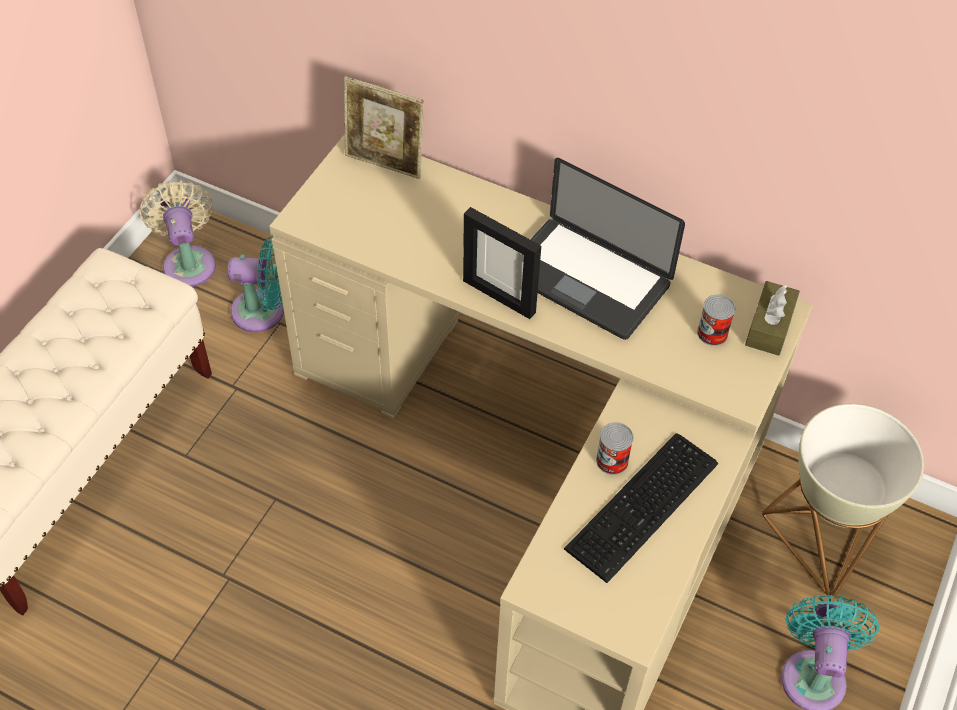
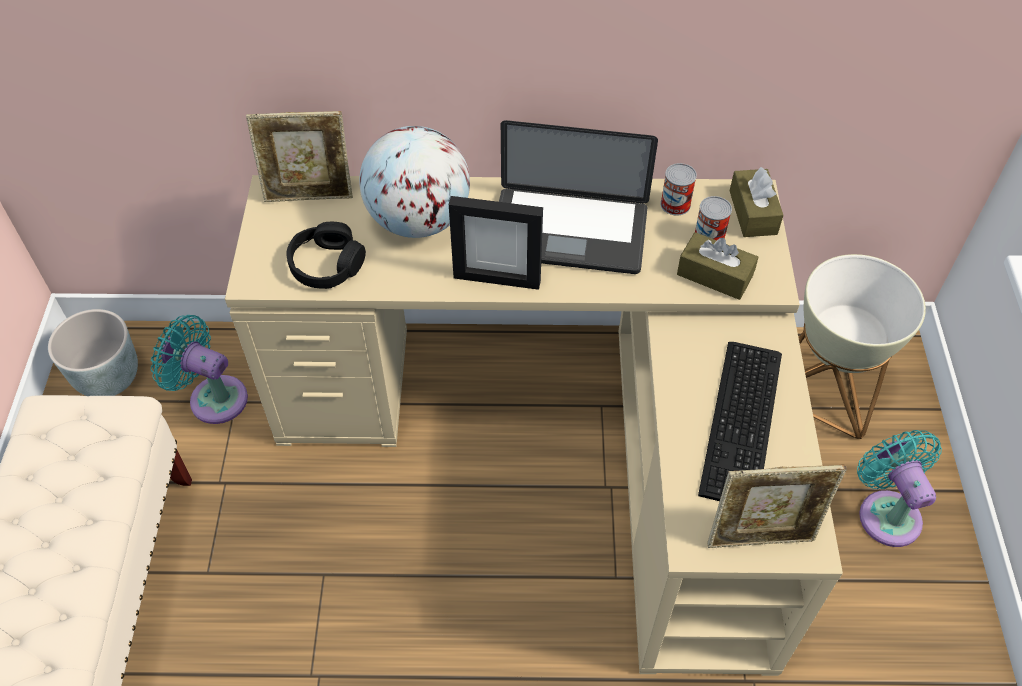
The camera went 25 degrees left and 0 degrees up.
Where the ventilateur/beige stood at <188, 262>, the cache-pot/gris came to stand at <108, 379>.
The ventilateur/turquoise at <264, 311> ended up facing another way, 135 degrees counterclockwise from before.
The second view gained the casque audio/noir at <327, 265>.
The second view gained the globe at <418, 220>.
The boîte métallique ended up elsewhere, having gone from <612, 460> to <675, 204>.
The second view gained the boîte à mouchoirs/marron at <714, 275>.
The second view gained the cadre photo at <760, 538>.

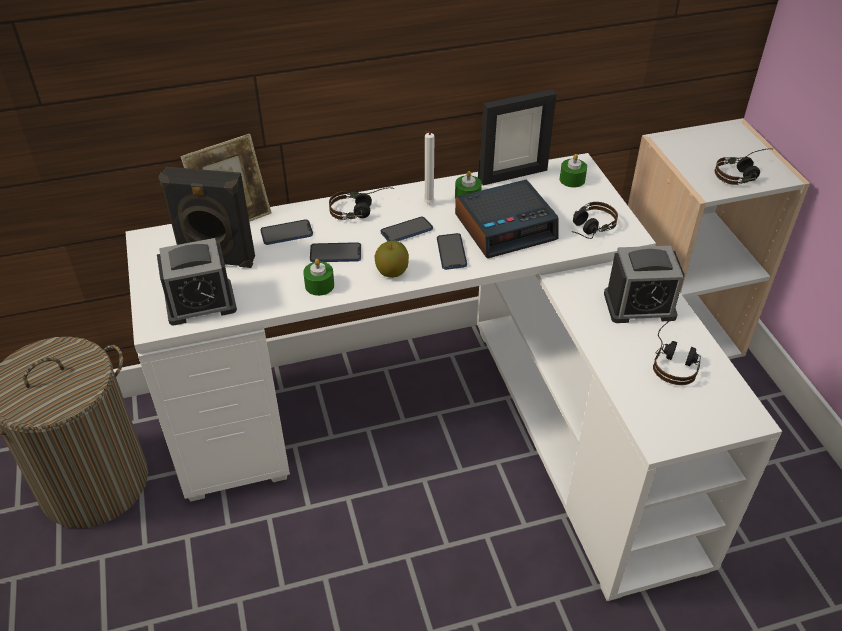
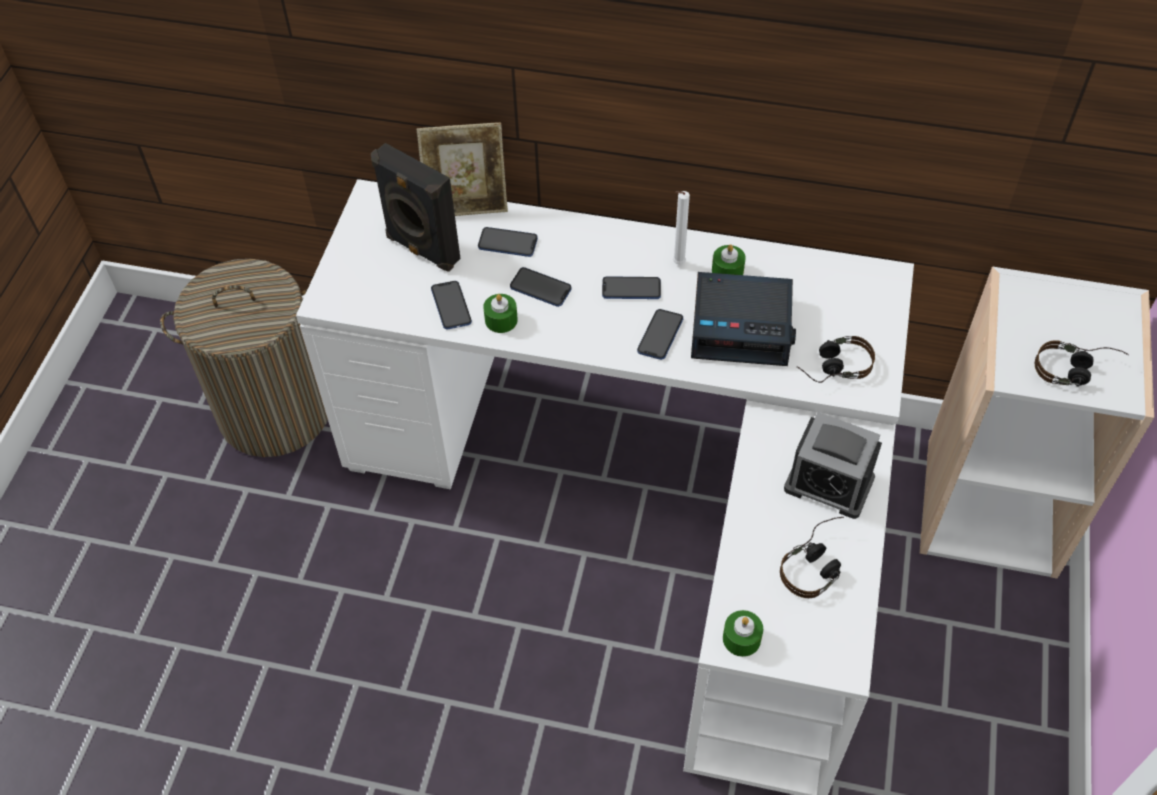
The camera went 30 degrees right and 10 degrees up.
The second view gained the téléphone at <451, 306>.
The bougie/vert ended up elsewhere, having gone from <572, 180> to <741, 638>.
The second view lost the réveil at <200, 303>.
The second view lost the casque audio at <362, 210>.
The second view lost the pomme at <392, 272>.
The second view lost the cadre photo at <512, 174>.

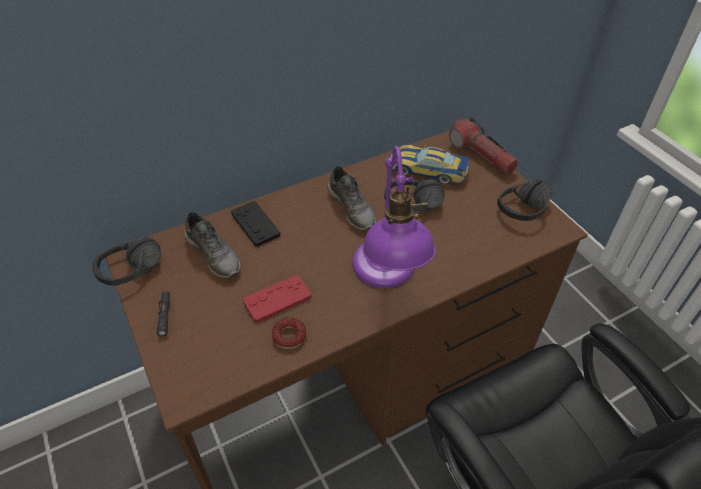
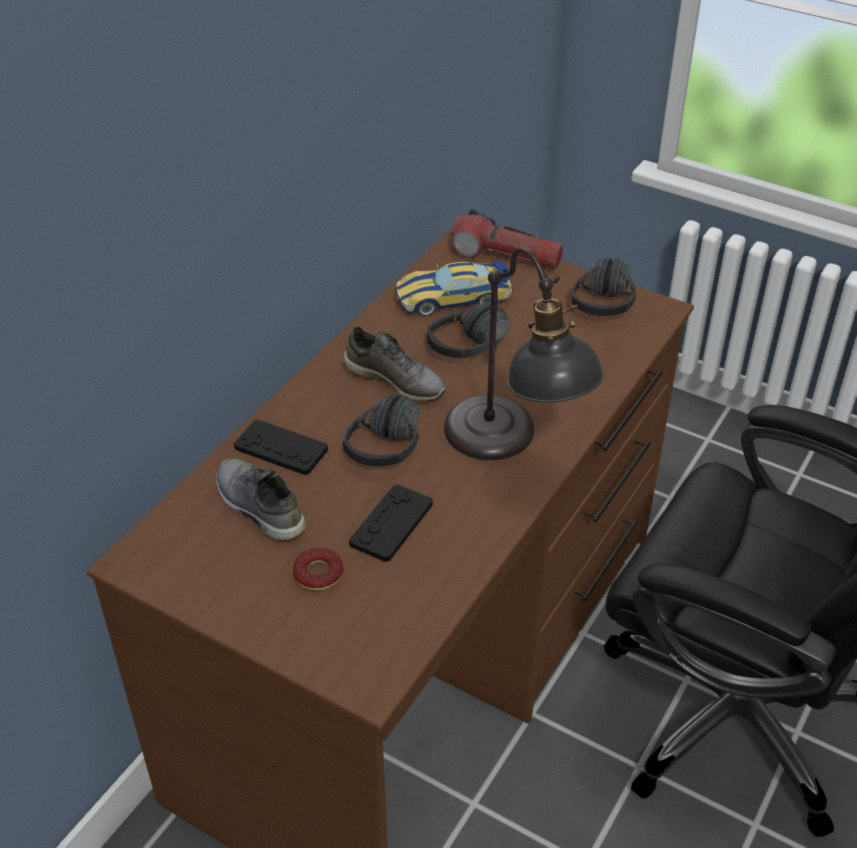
The camera went 30 degrees left and 5 degrees down.
The chaussure/gris at <214, 254> ended up facing another way, 150 degrees counterclockwise from before.
The beignet ended up elsewhere, having gone from <289, 336> to <318, 574>.
The casque audio/noir ended up elsewhere, having gone from <135, 276> to <399, 450>.
What was the manette/rouge at <277, 299> turned into the manette/noir at <391, 524>.
What was the lampe de table/violet at <388, 285> turned into the lampe de table/gris at <515, 451>.
The second view lost the lampe de poche/noir at <164, 315>.

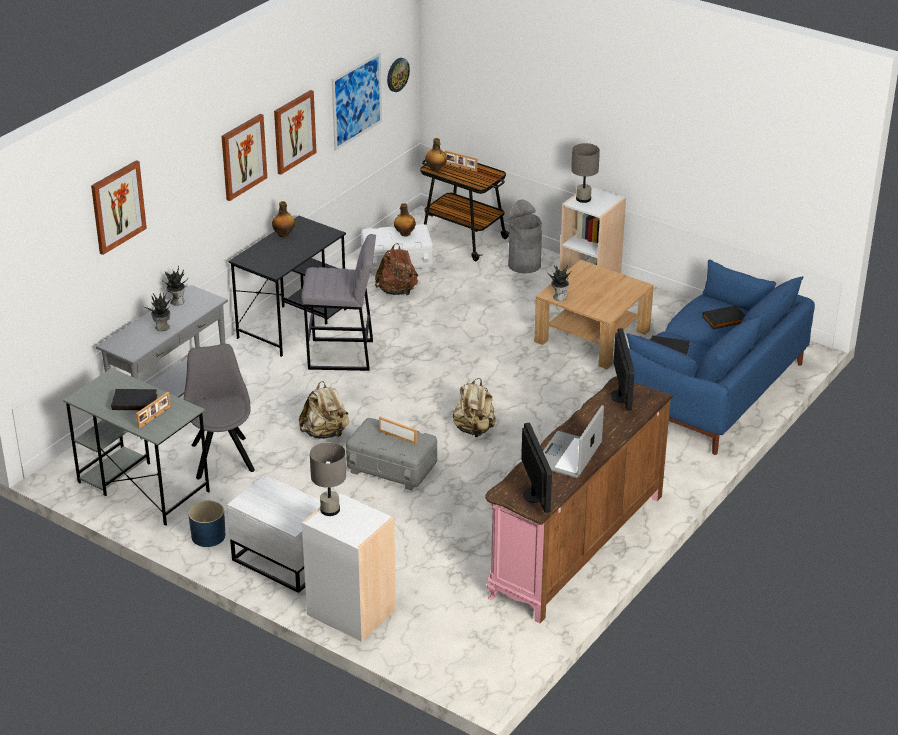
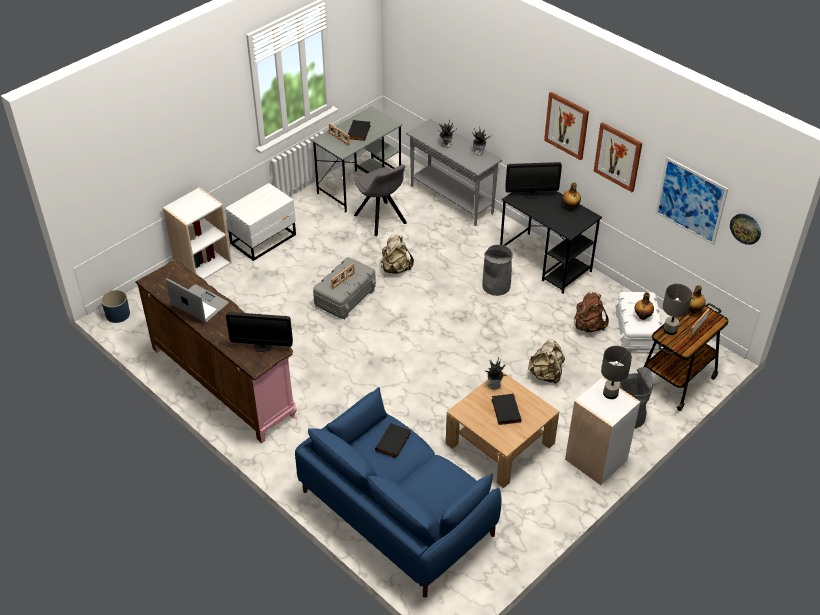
The camera went 100 degrees right and 10 degrees up.
The cache-pot/bleu ended up elsewhere, having gone from <208, 536> to <117, 314>.
The chaise/gris at <222, 457> ended up facing another way, 60 degrees clockwise from before.
Where the tabouret/gris stood at <342, 355>, the poubelle/gris came to stand at <496, 286>.
The livre/noir ended up elsewhere, having gone from <724, 320> to <505, 410>.
The écran d'ordinateur ended up elsewhere, having gone from <533, 495> to <531, 194>.
The sac à dos/beige ended up elsewhere, having gone from <474, 429> to <546, 374>.
The lampe de table/gris ended up elsewhere, having gone from <330, 509> to <670, 329>.
The second view lost the tableau at <117, 206>.

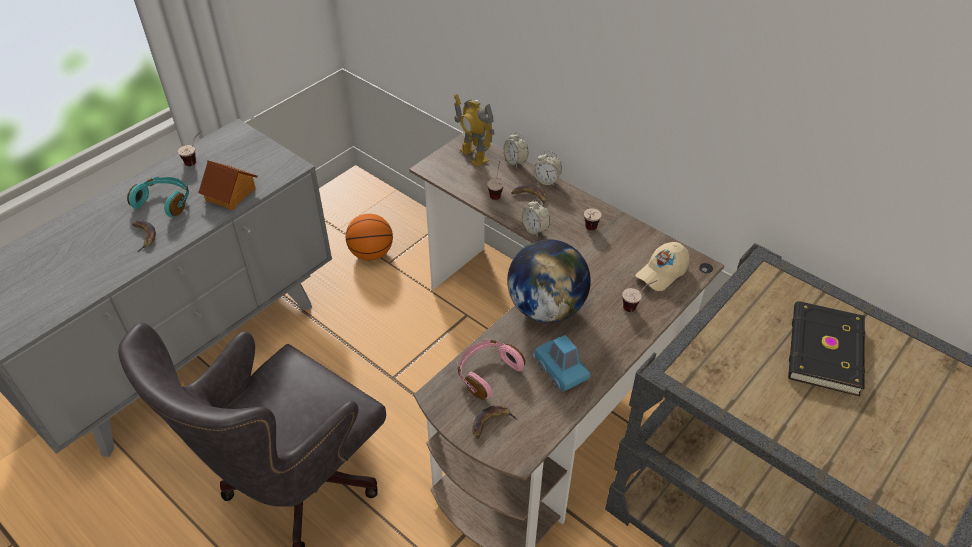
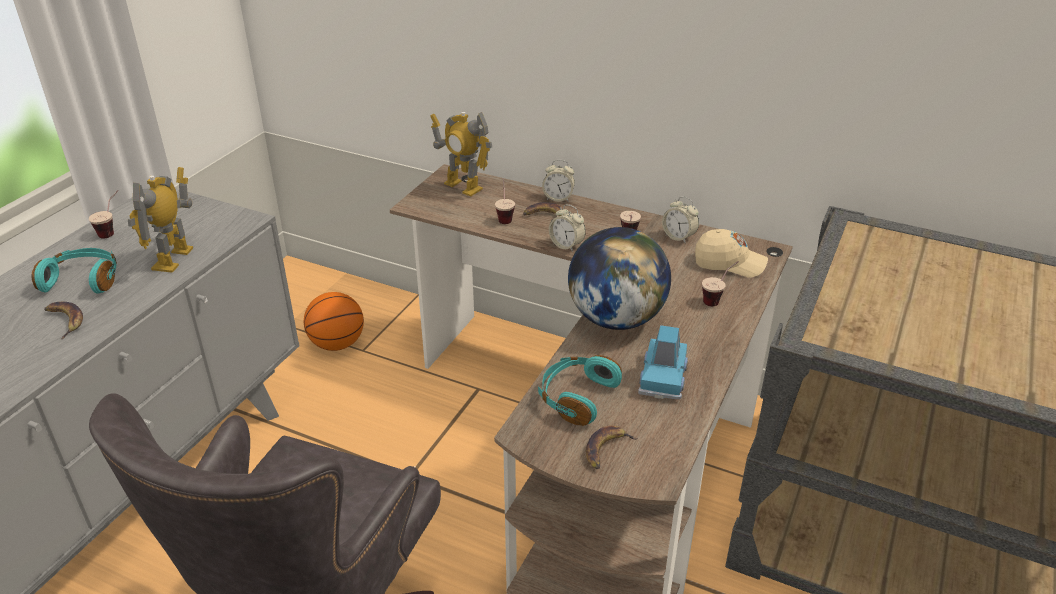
The camera went 15 degrees left and 10 degrees down.
Where the maison miniature stood at <231, 194>, the robot jouet came to stand at <174, 259>.
What was the casque audio/rose at <487, 373> turned into the casque audio/turquoise at <576, 397>.
The petite voiture/bleu at <560, 369> ended up facing another way, 120 degrees counterclockwise from before.
The réveil ended up elsewhere, having gone from <515, 161> to <678, 237>.
The casquette/beige at <662, 273> ended up facing another way, 105 degrees counterclockwise from before.
The second view lost the livre/noir at <822, 350>.

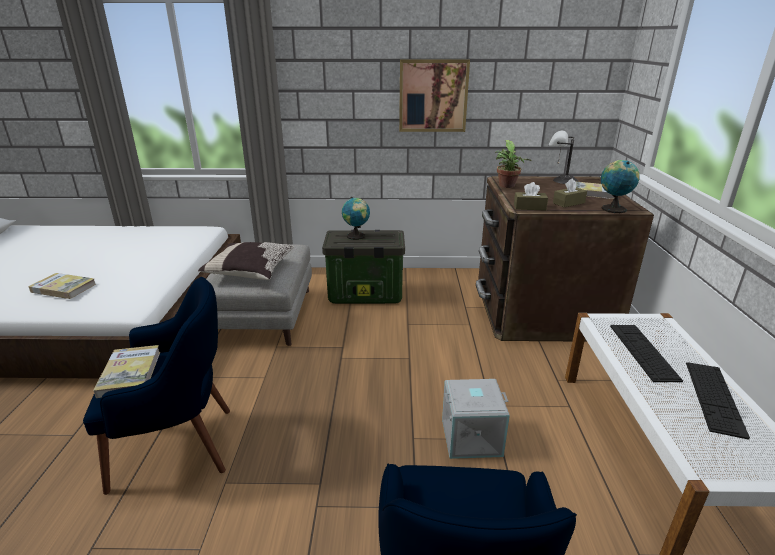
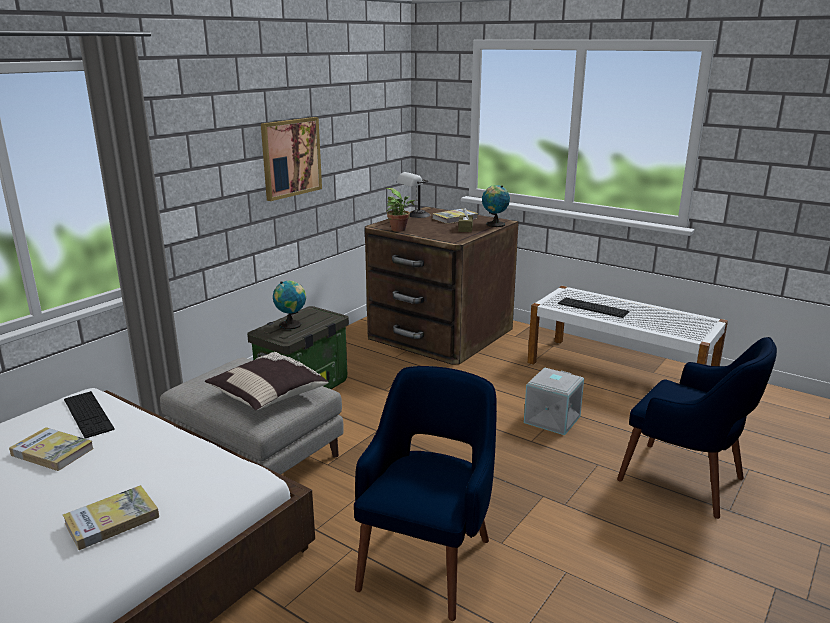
The camera went 55 degrees left and 5 degrees down.
The livre ended up elsewhere, having gone from <130, 373> to <52, 452>.
The clavier ended up elsewhere, having gone from <714, 397> to <88, 414>.
The second view lost the boîte à mouchoirs/marron at <529, 207>.

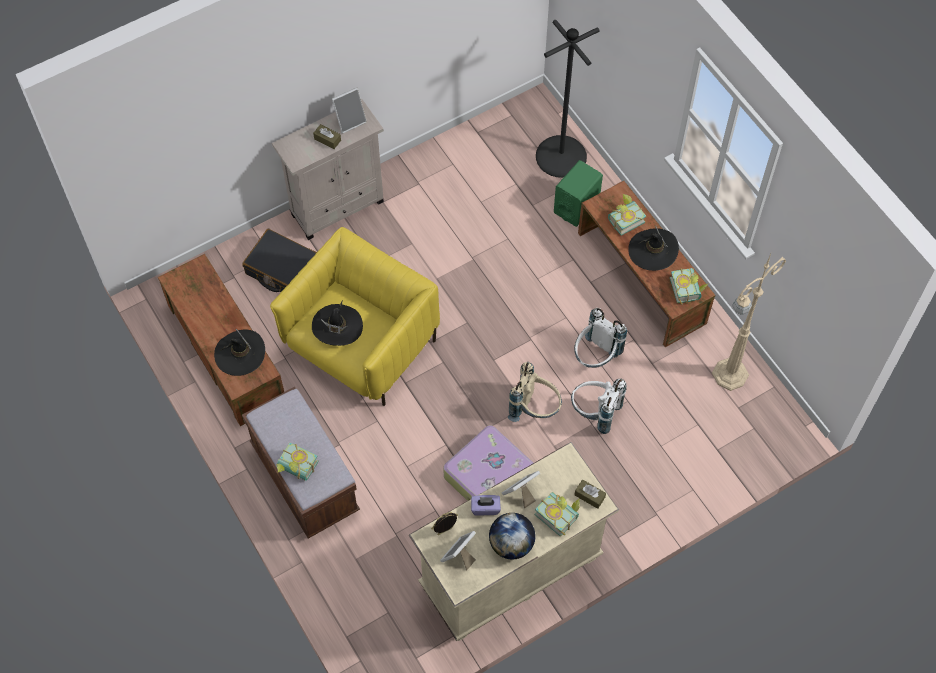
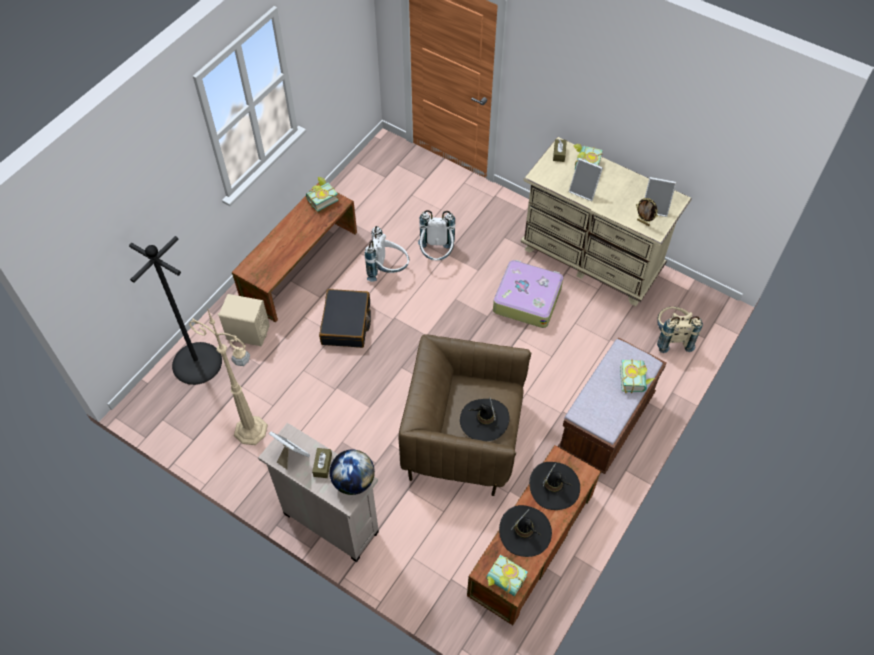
The camera went 115 degrees left and 5 degrees down.
The lampadaire/beige ended up elsewhere, having gone from <728, 375> to <252, 431>.
What was the enceinte/vert at <576, 206> turned into the enceinte/beige at <248, 332>.
The valise/noir ended up elsewhere, having gone from <283, 270> to <346, 324>.
The globe ended up elsewhere, having gone from <511, 544> to <353, 481>.
What was the fauteuil/jaune at <361, 344> turned into the fauteuil/marron at <463, 437>.
The livre ended up elsewhere, having gone from <624, 219> to <504, 582>.
The chapeau/noir ended up elsewhere, having gone from <653, 250> to <525, 532>.
The sac à dos/beige ended up elsewhere, having gone from <534, 409> to <671, 337>.
The second view lost the boîte à mouchoirs/violet at <485, 508>.

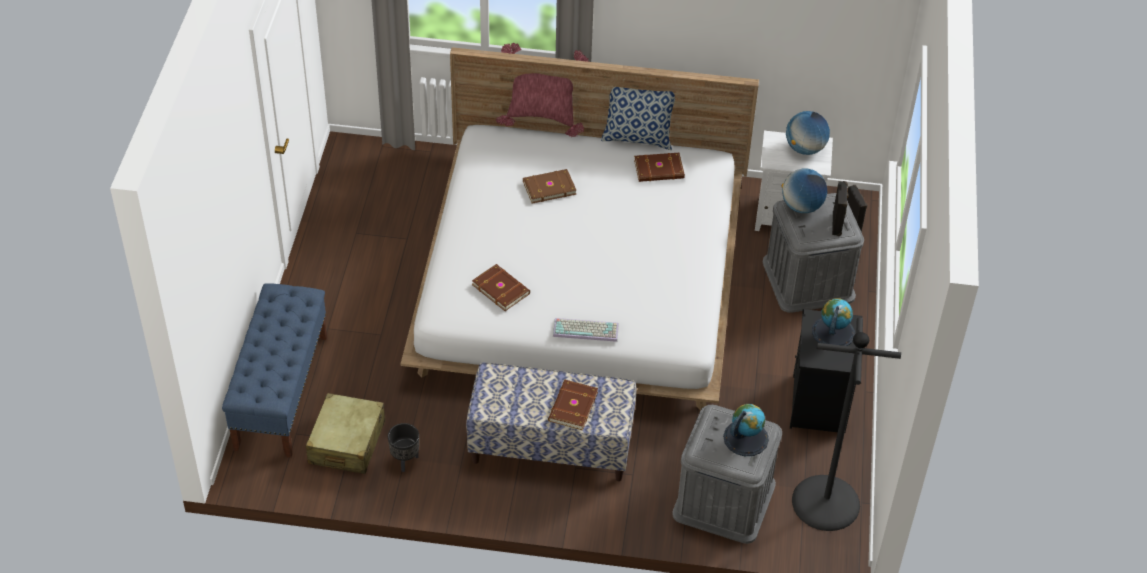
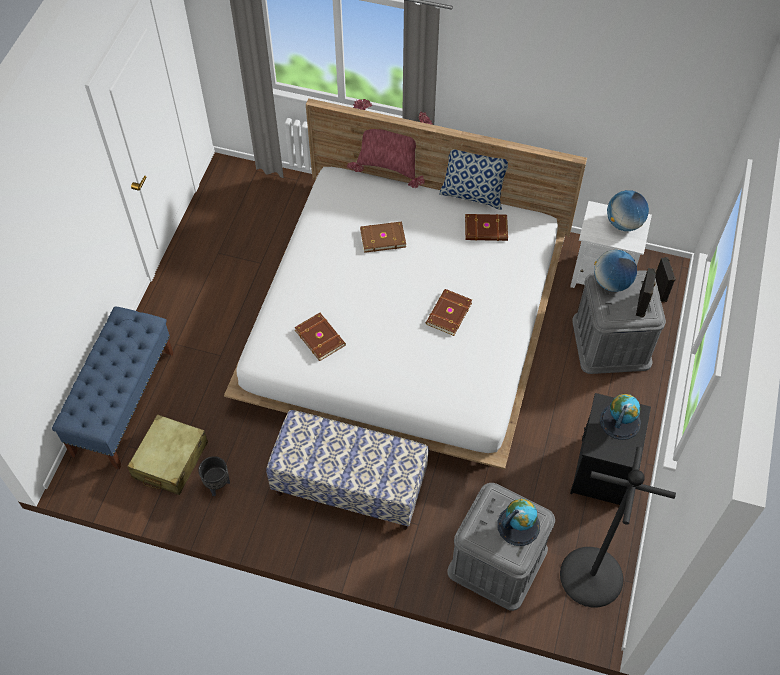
The camera went 10 degrees right and 10 degrees up.
The livre/marron ended up elsewhere, having gone from <572, 406> to <448, 313>.
The second view lost the clavier at <586, 329>.

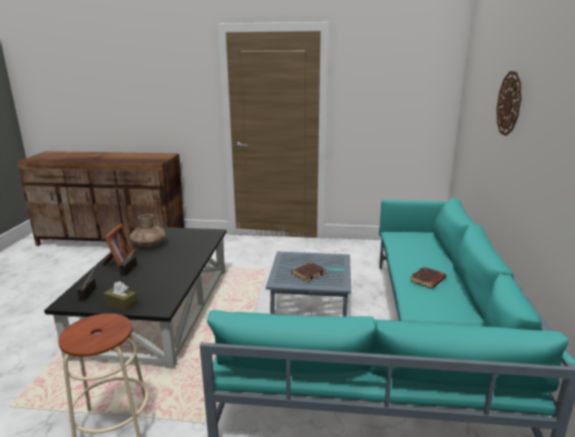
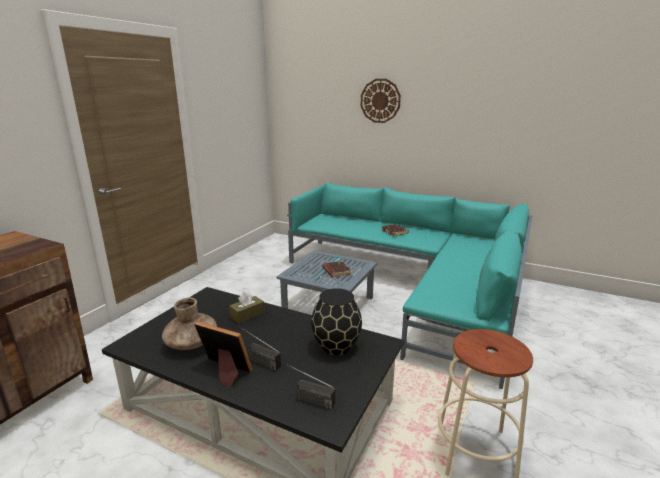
The camera went 70 degrees left and 0 degrees up.
The boîte à mouchoirs/marron ended up elsewhere, having gone from <121, 304> to <247, 315>.
The second view gained the vase/noir at <335, 346>.

